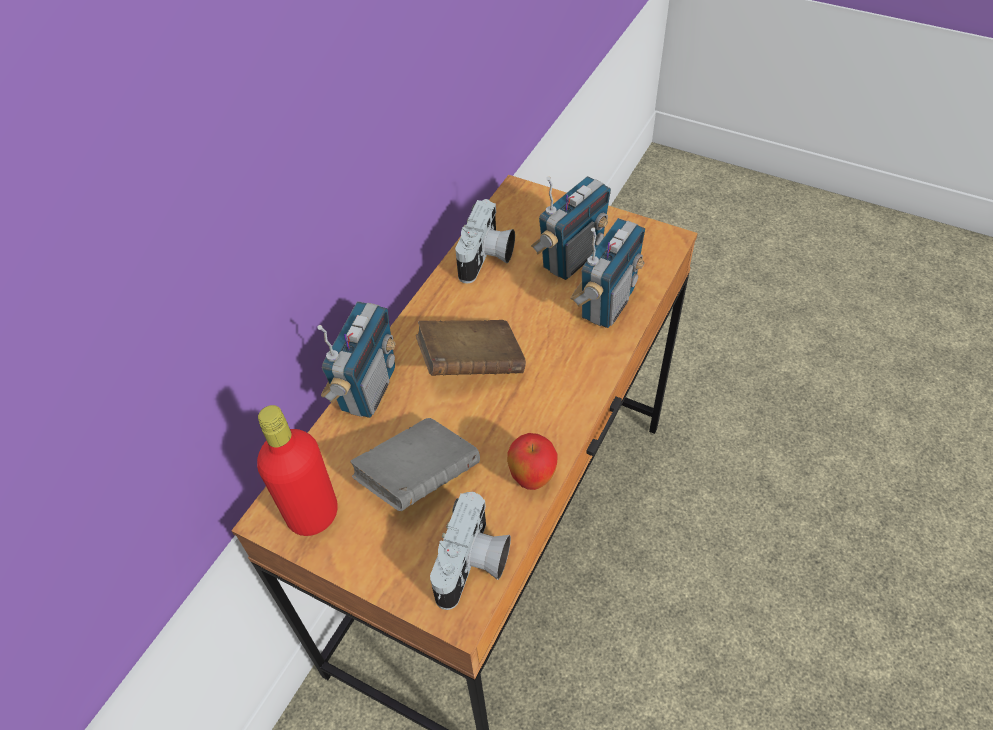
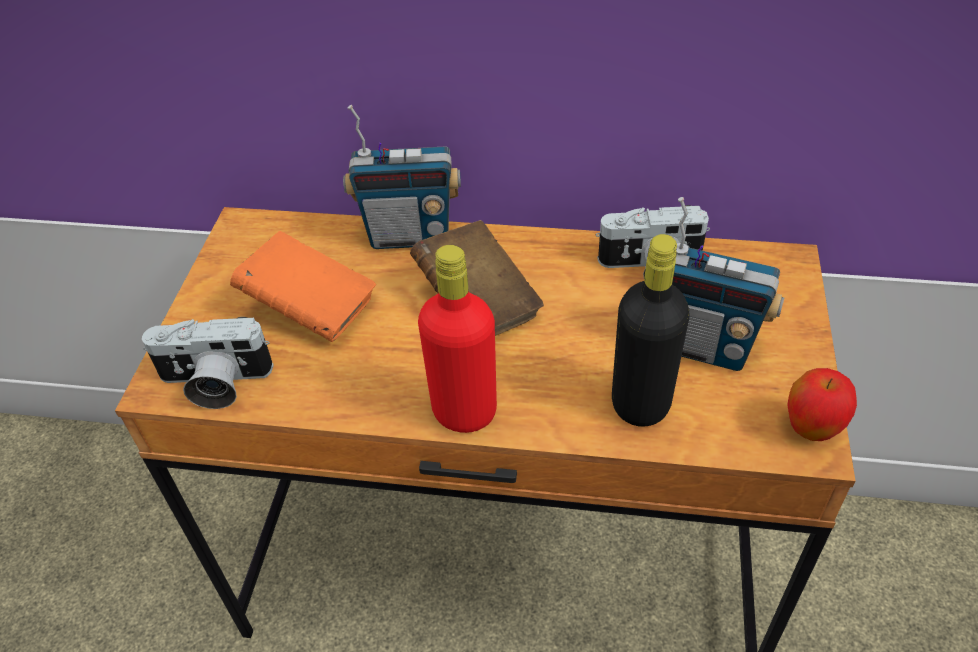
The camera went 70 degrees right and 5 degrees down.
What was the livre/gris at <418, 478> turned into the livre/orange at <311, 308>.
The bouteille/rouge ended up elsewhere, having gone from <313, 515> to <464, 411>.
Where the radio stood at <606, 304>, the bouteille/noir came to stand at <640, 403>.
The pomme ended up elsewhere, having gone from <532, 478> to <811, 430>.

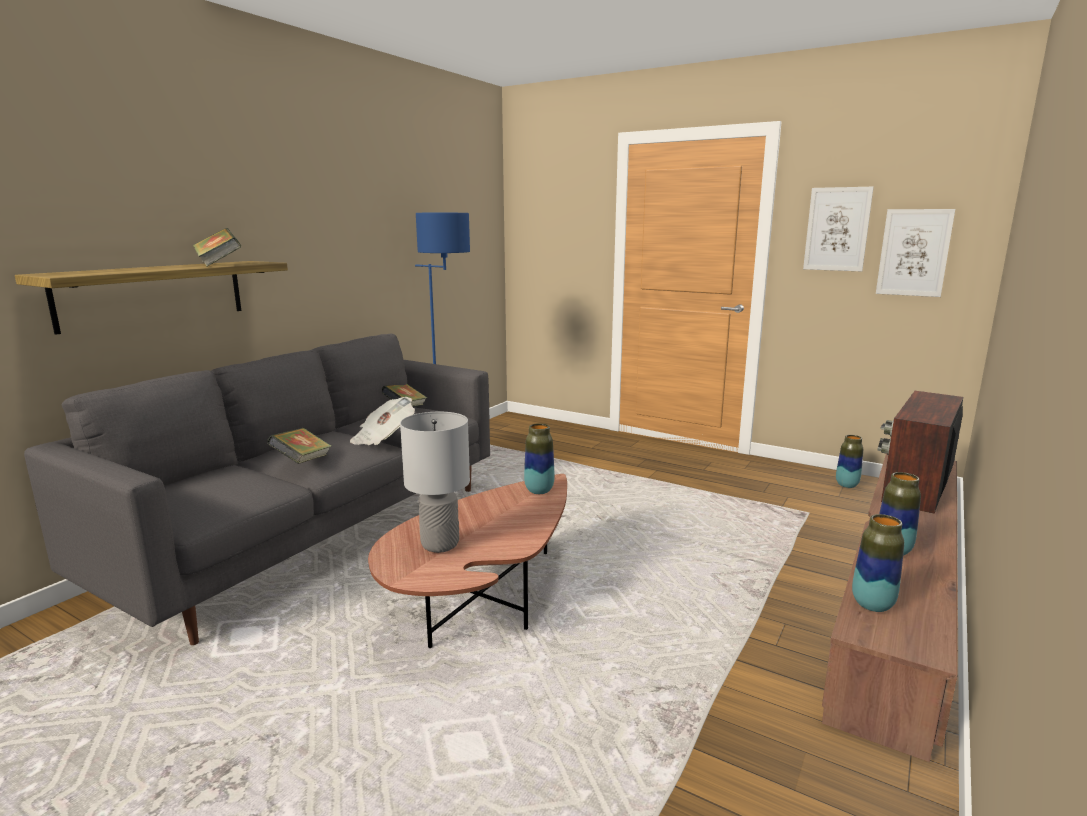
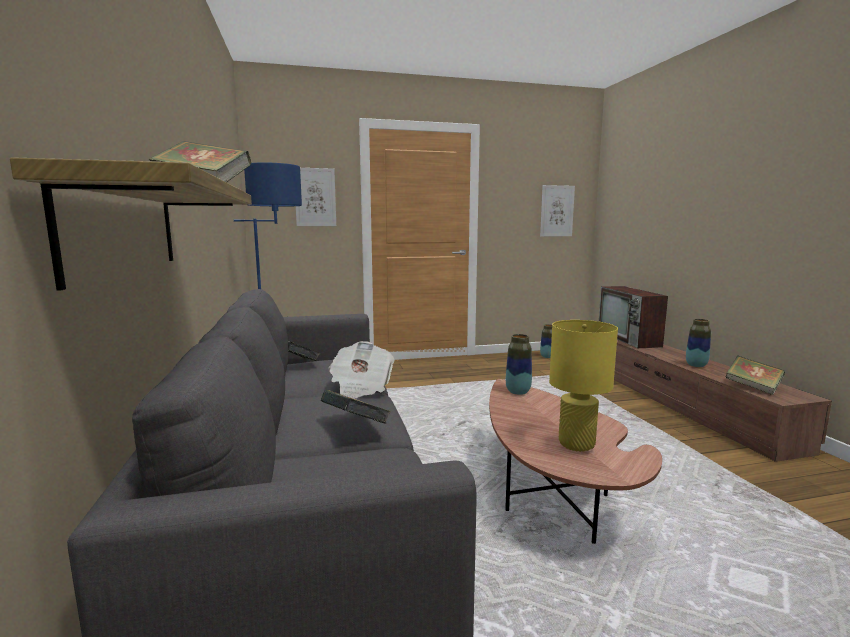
The camera went 45 degrees left and 5 degrees down.
The tableau ended up elsewhere, having gone from <837, 229> to <315, 197>.
What was the lampe de table/gris at <439, 547> turned into the lampe de table/jaune at <576, 447>.
Where the vase stood at <872, 605>, the livre came to stand at <753, 388>.

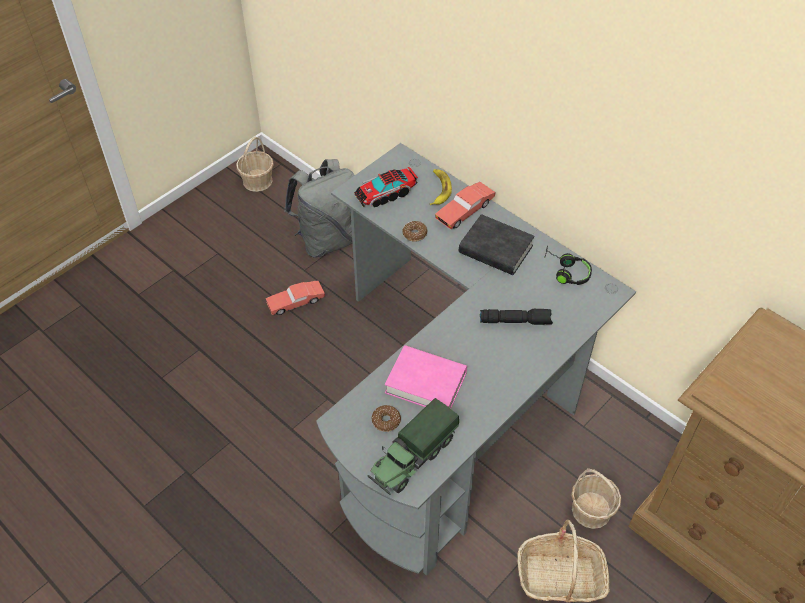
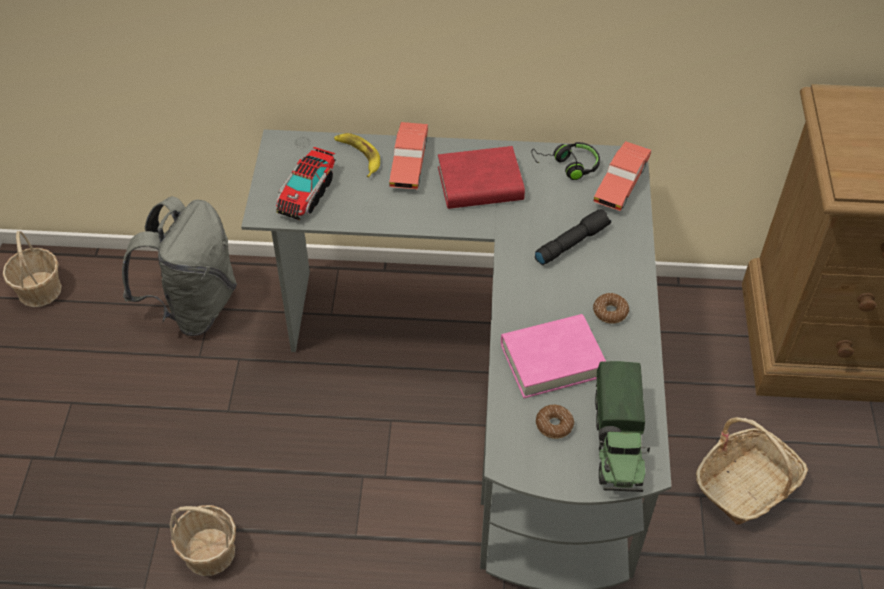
The camera went 40 degrees left and 0 degrees up.
The panier ended up elsewhere, having gone from <591, 510> to <209, 552>.
What was the livre/noir at <495, 249> turned into the livre/rouge at <480, 184>.
The petite voiture/rouge ended up elsewhere, having gone from <296, 302> to <621, 183>.
The beignet ended up elsewhere, having gone from <414, 234> to <610, 312>.

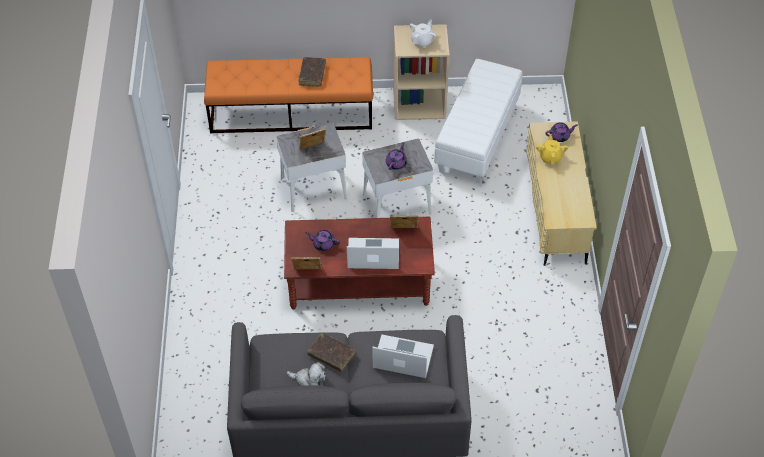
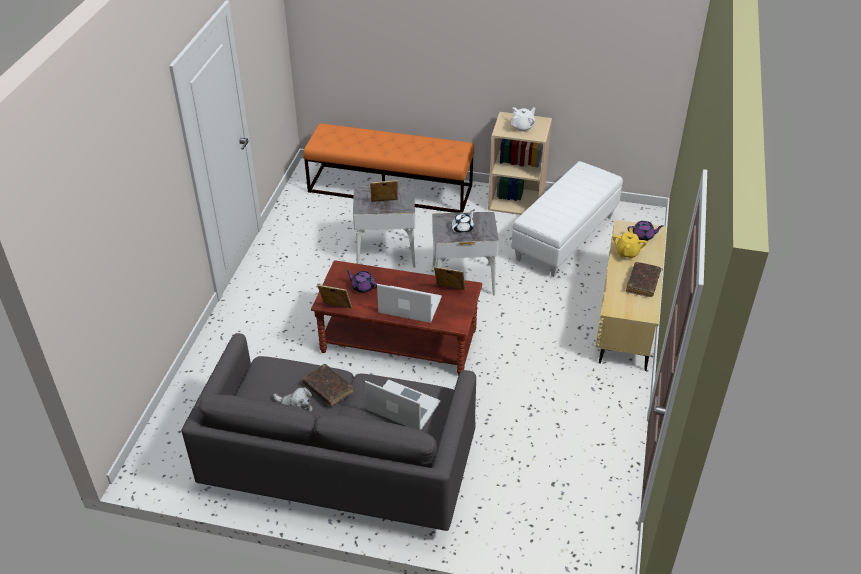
The camera went 15 degrees right and 10 degrees down.
What was the théière/violet at <396, 163> turned into the théière/blanc at <463, 228>.
The livre/marron ended up elsewhere, having gone from <312, 75> to <642, 283>.

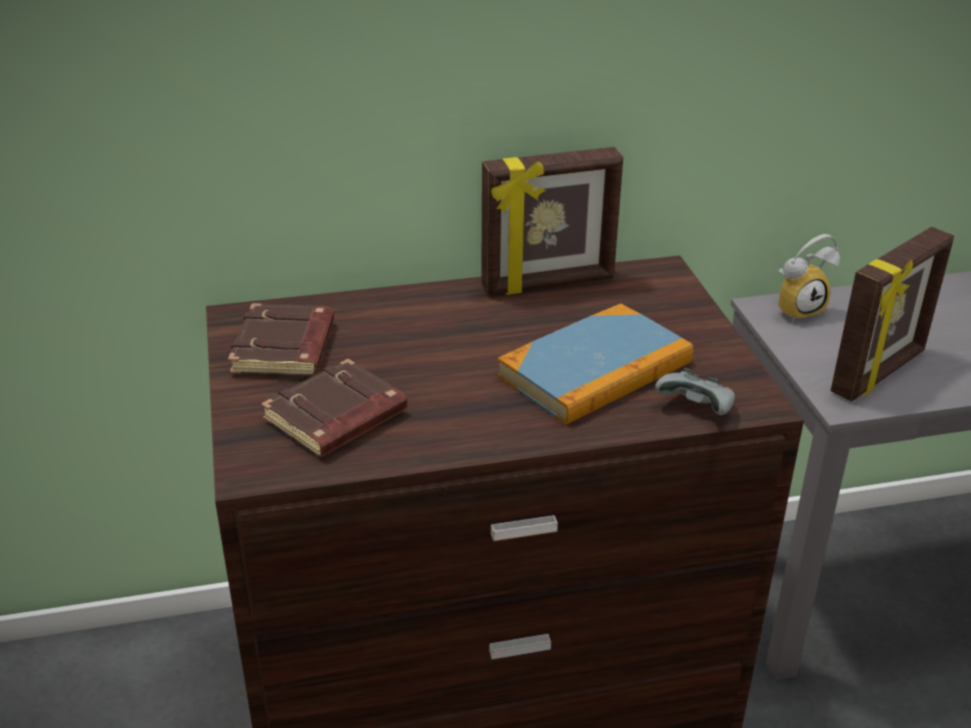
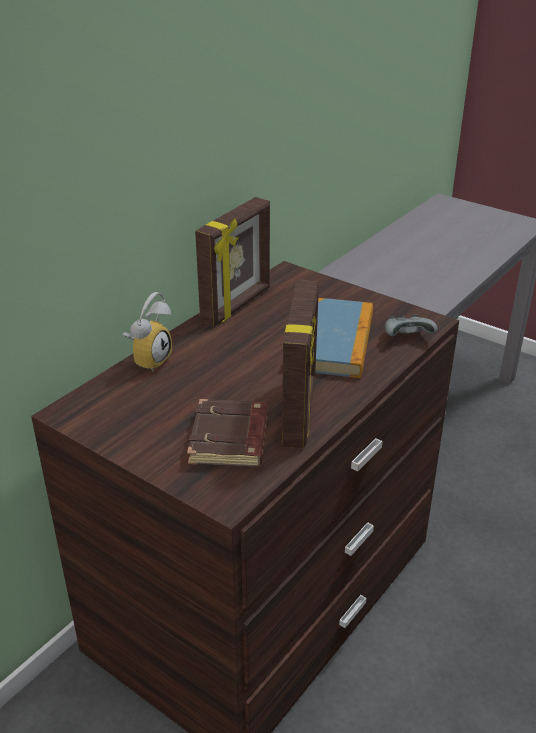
The camera went 40 degrees left and 0 degrees up.
The réveil ended up elsewhere, having gone from <798, 309> to <149, 359>.
The cadre photo ended up elsewhere, having gone from <880, 373> to <300, 412>.
The second view lost the livre/marron at <285, 349>.

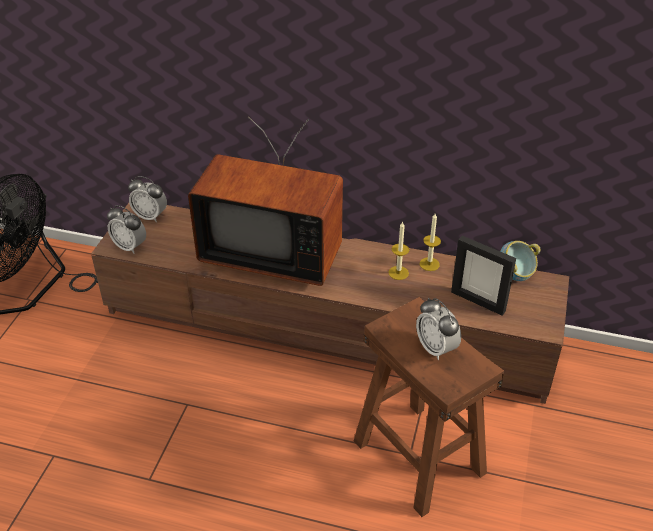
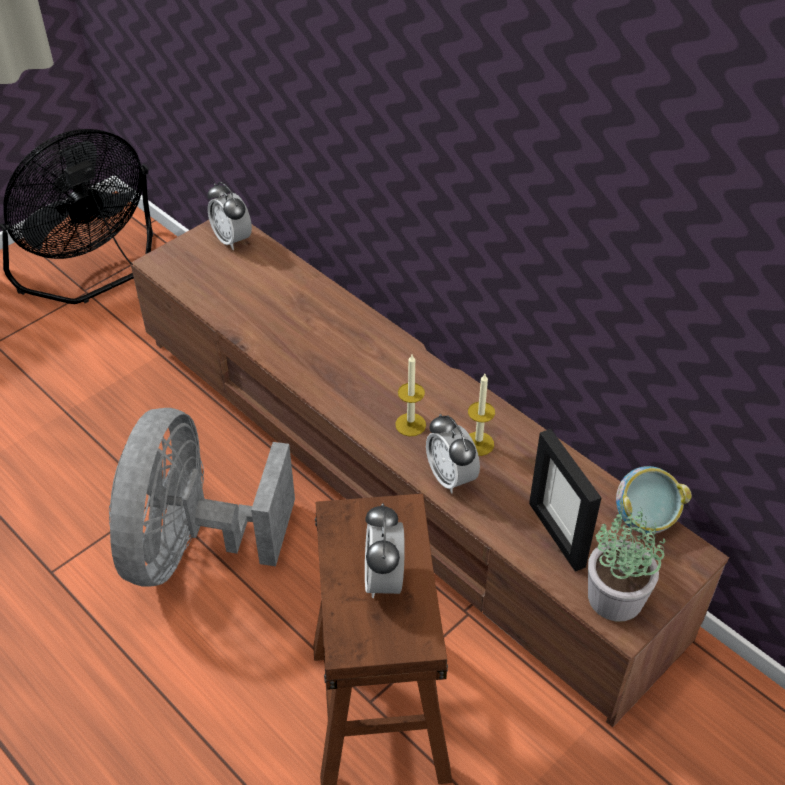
The camera went 30 degrees right and 5 degrees up.
The second view gained the ventilateur/gris at <195, 546>.
The bougie ended up elsewhere, having gone from <429, 264> to <410, 424>.
The réveil ended up elsewhere, having gone from <130, 246> to <451, 477>.
The second view gained the plante en pot at <617, 597>.
The second view lost the téléviseur at <272, 252>.

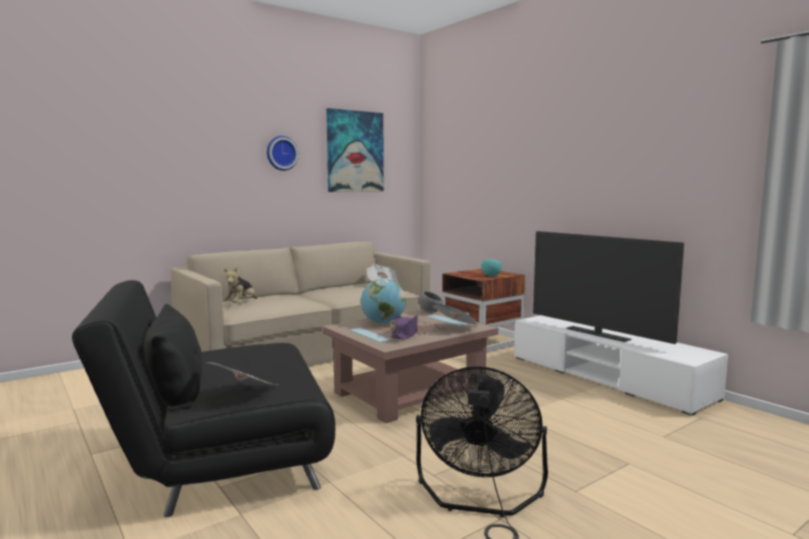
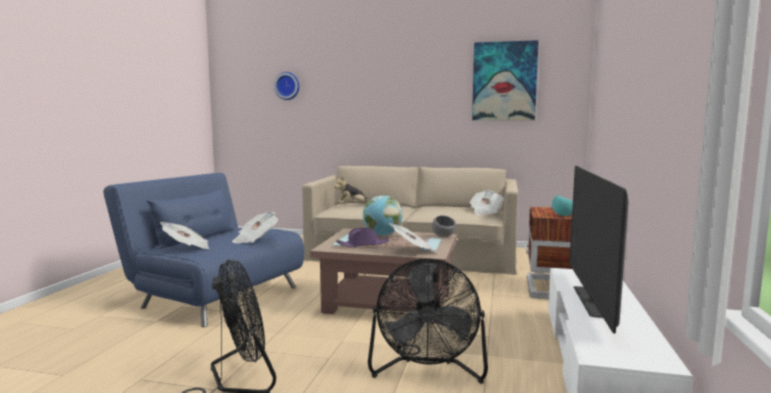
The camera went 50 degrees right and 0 degrees up.
What was the fauteuil/noir at <218, 459> turned into the fauteuil/bleu at <213, 294>.
The second view gained the journal at <255, 239>.
The horloge murale ended up elsewhere, having gone from <281, 153> to <287, 86>.
The second view gained the ventilateur/noir at <423, 368>.

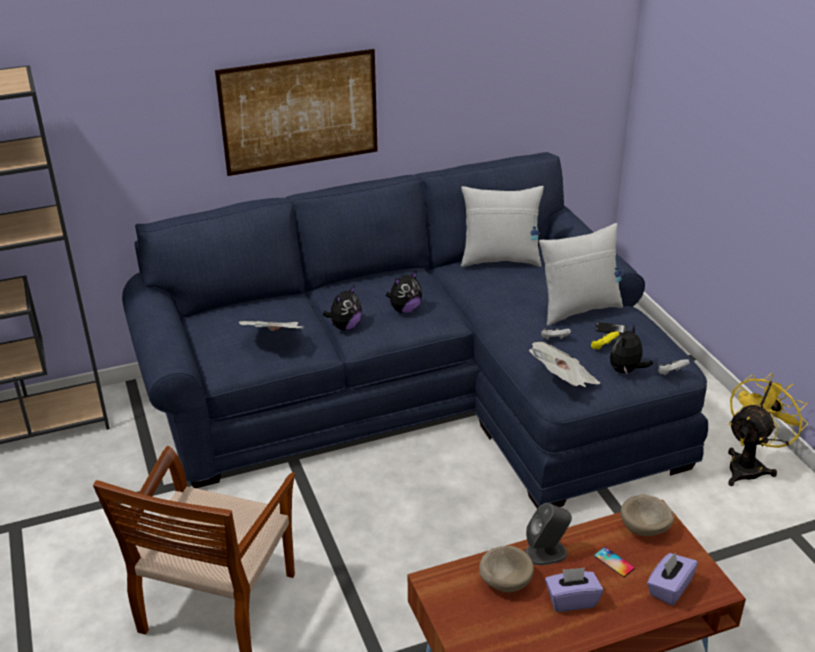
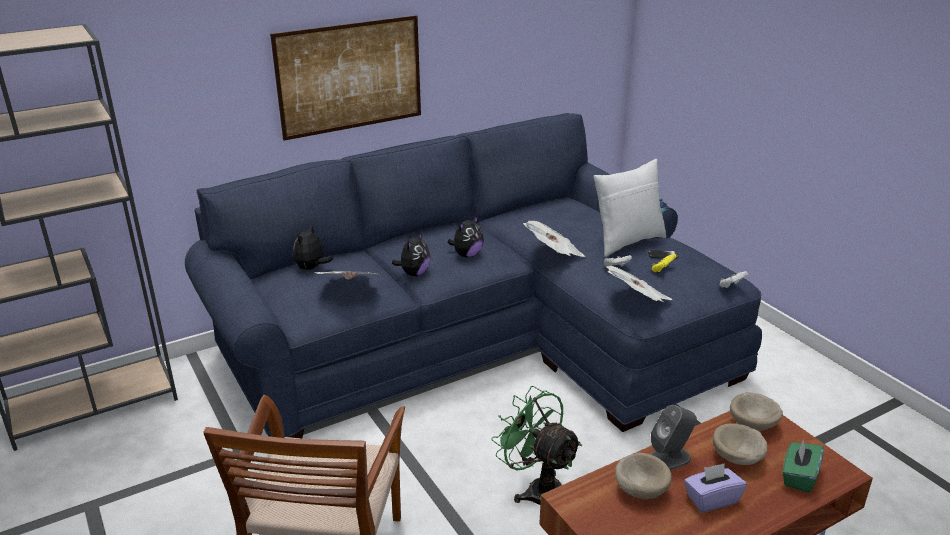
The camera went 10 degrees left and 5 degrees down.
The peluche ended up elsewhere, having gone from <626, 370> to <311, 268>.
The second view gained the ventilateur/vert at <538, 489>.
The second view gained the journal at <554, 254>.
Where the téléphone stood at <614, 562>, the bol/beige came to stand at <737, 459>.
What was the boîte à mouchoirs/violet at <669, 588> turned into the boîte à mouchoirs/vert at <798, 477>.
The second view lost the coussin/gris at <500, 261>.
The second view lost the ventilateur/jaune at <750, 465>.

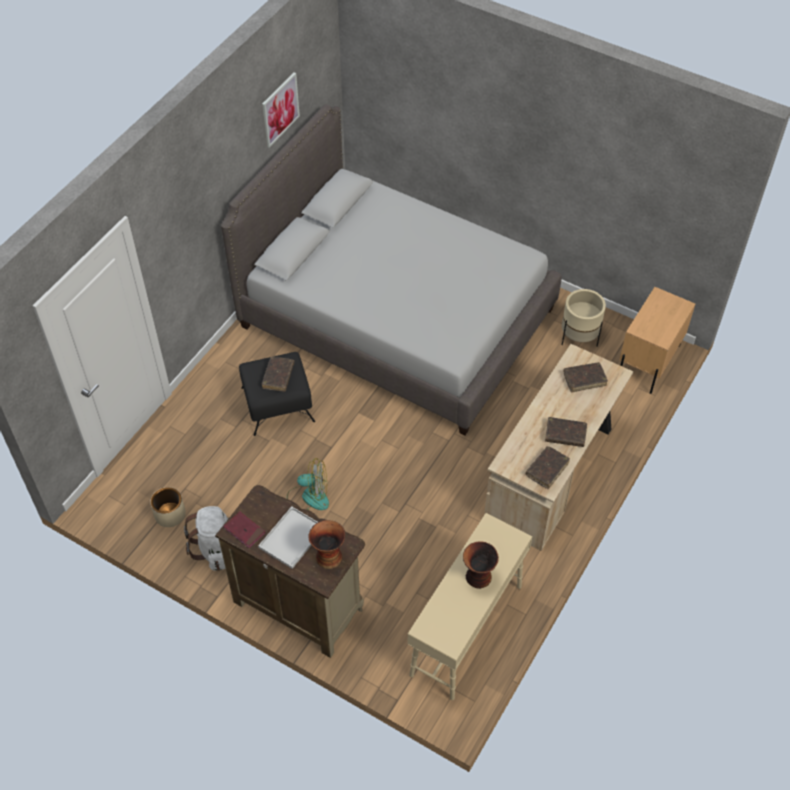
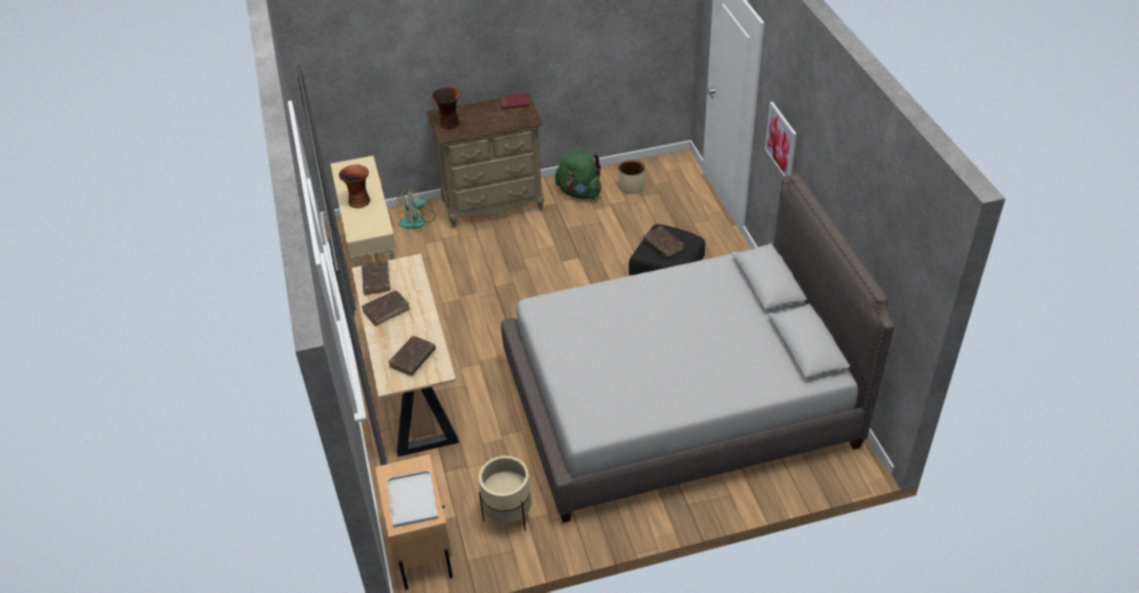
The camera went 135 degrees right and 10 degrees down.
The plateau/blanc ended up elsewhere, having gone from <291, 539> to <411, 498>.
The ventilateur ended up elsewhere, having gone from <308, 498> to <418, 220>.
What was the sac à dos/blanc at <216, 548> turned into the sac à dos/vert at <579, 192>.
The tableau ended up elsewhere, having gone from <280, 109> to <781, 141>.

